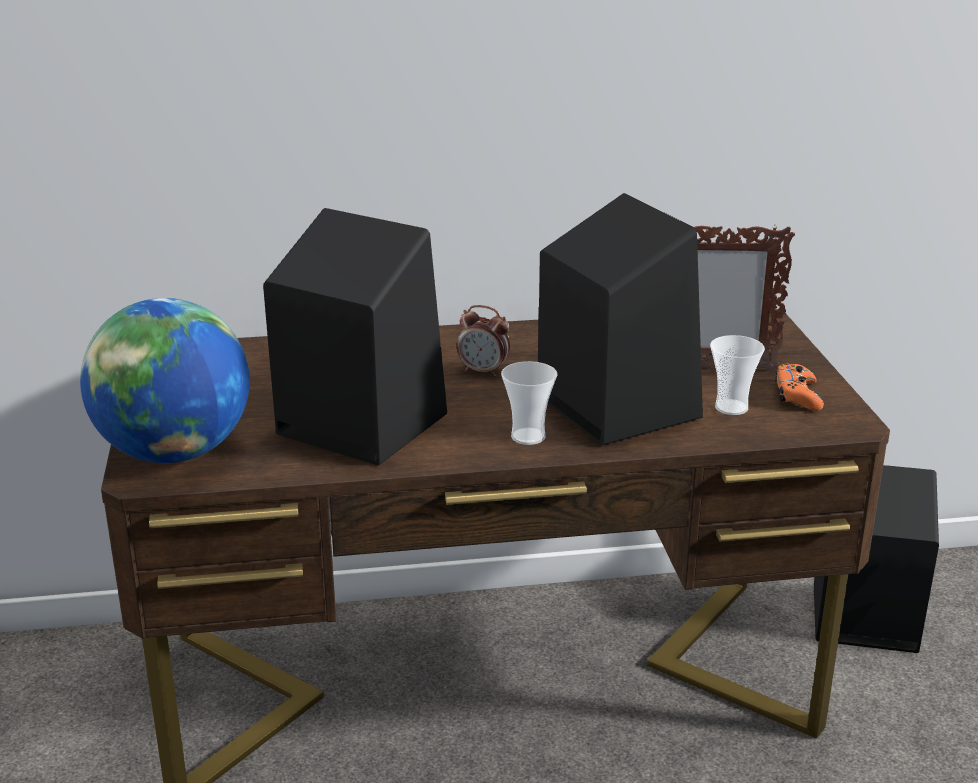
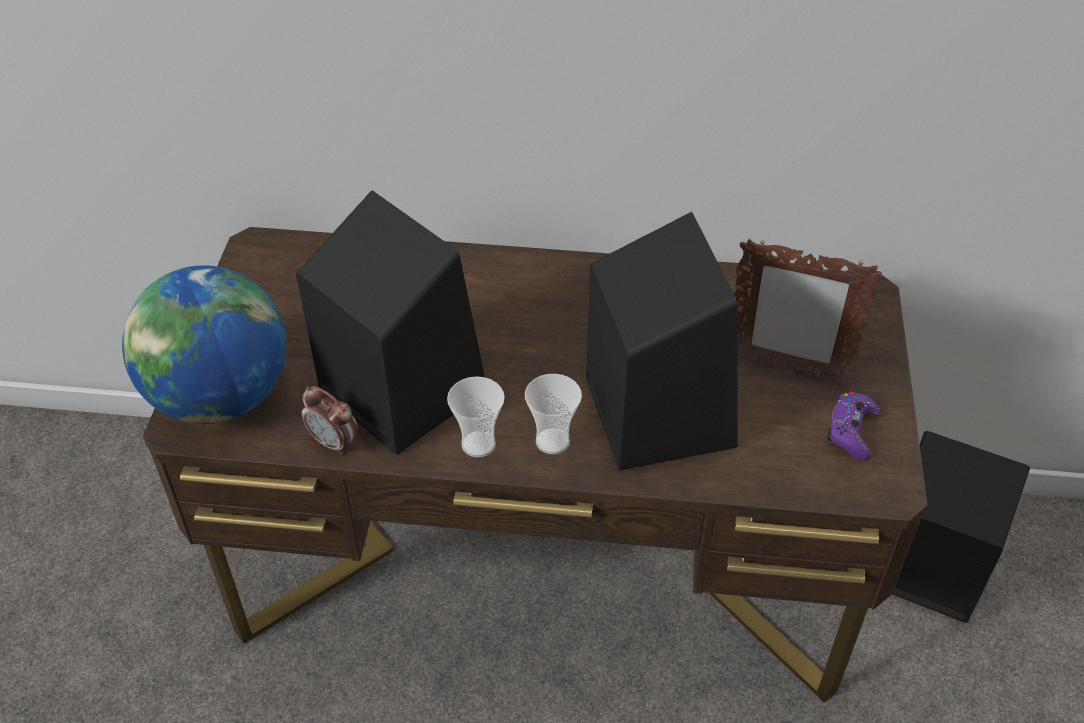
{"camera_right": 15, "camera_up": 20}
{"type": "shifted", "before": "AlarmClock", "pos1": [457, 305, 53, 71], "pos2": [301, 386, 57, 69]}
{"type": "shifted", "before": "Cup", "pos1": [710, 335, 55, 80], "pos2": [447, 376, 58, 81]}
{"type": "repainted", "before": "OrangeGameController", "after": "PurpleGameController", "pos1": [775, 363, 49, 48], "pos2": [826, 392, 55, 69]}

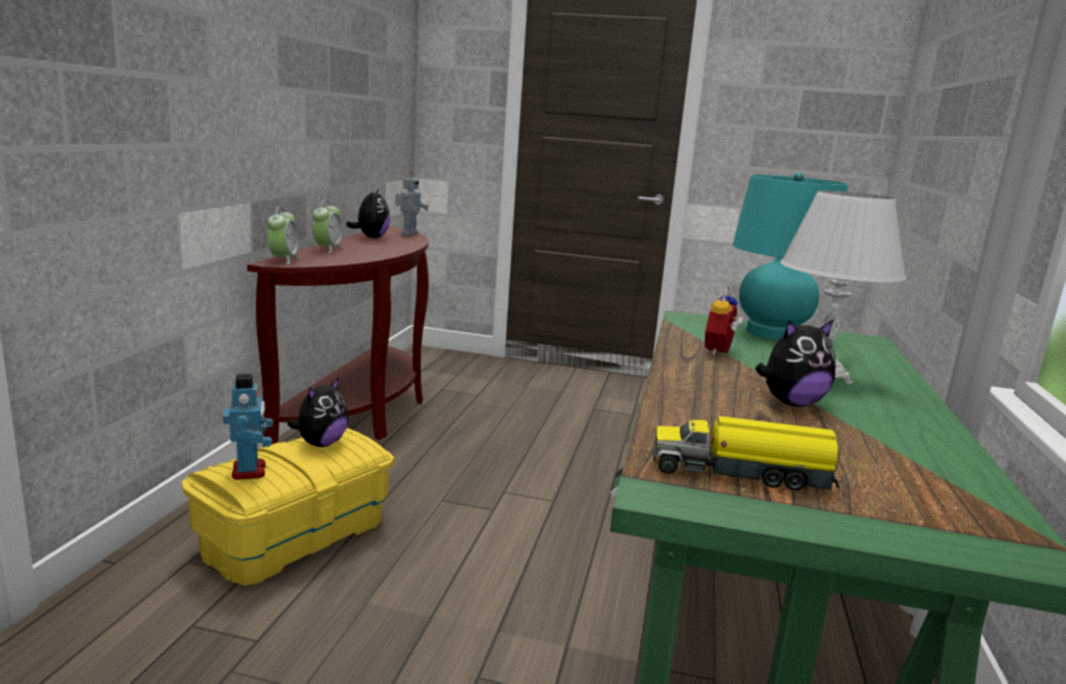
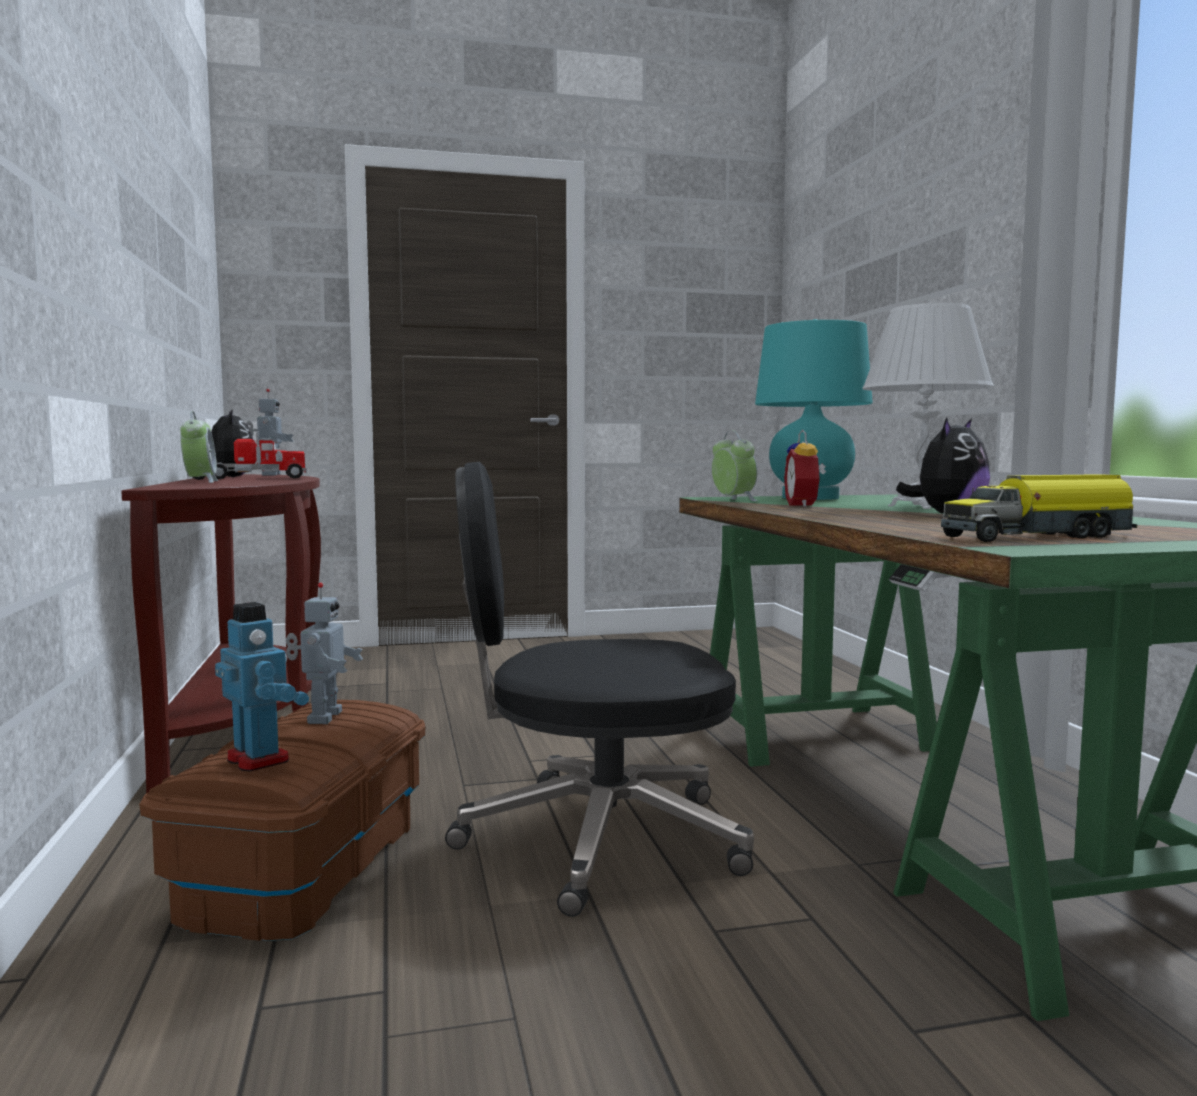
{"camera_right": -25, "camera_up": -10}
{"type": "new", "after": "ToyTruck", "pos2": [187, 430, 120, 50]}
{"type": "new", "after": "BlackOfficeChair", "pos2": [445, 462, 309, 455]}
{"type": "shifted", "before": "AlarmClock", "pos1": [267, 206, 32, 58], "pos2": [712, 431, 46, 70]}
{"type": "swapped", "before": "PlushToy", "after": "ToyRobot", "pos1": [287, 377, 62, 70], "pos2": [286, 582, 77, 142]}
{"type": "repainted", "before": "YellowStorageBox", "after": "BrownStorageBox", "pos1": [181, 428, 213, 158], "pos2": [139, 700, 287, 241]}

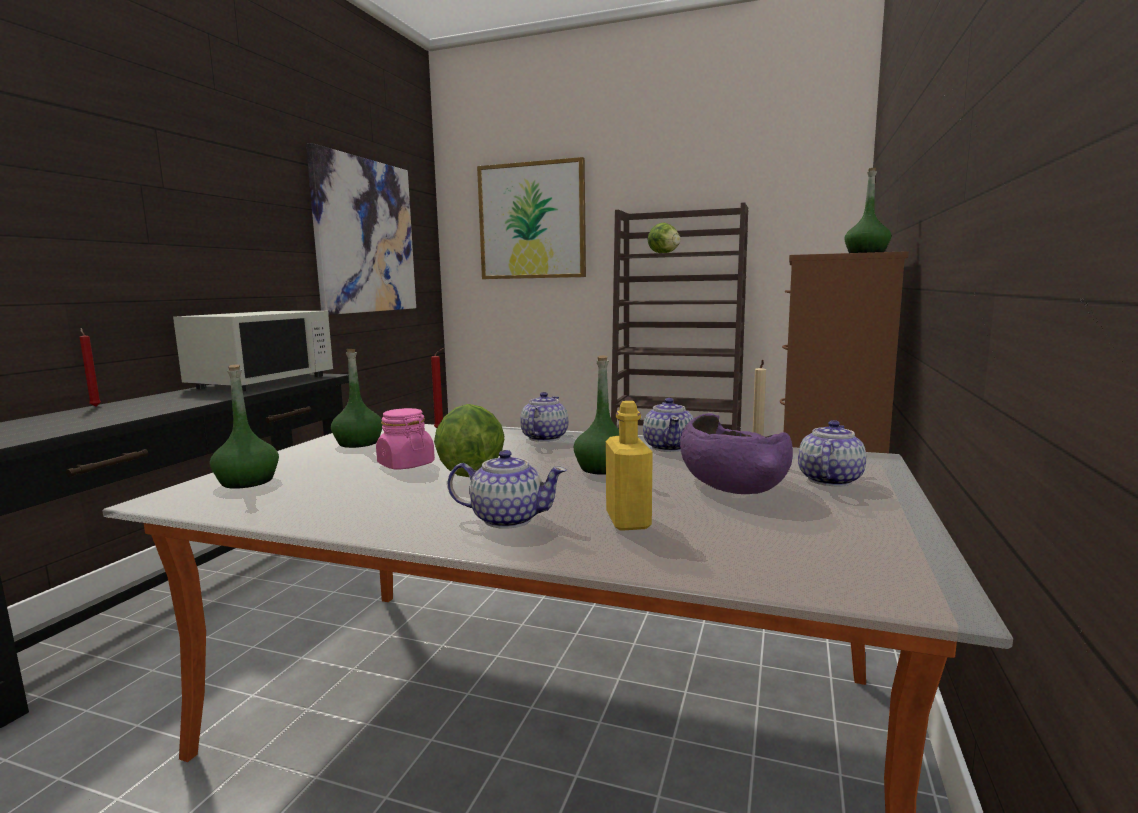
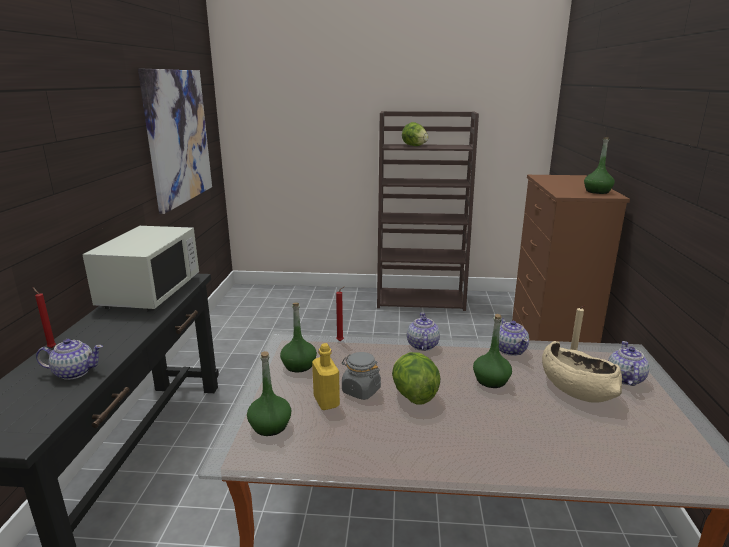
{"camera_right": -15, "camera_up": 10}
{"type": "gone", "before": "Picture", "pos1": [477, 157, 109, 122]}
{"type": "shifted", "before": "Teapot", "pos1": [448, 450, 119, 79], "pos2": [36, 339, 67, 41]}
{"type": "shifted", "before": "YellowBottle", "pos1": [606, 401, 47, 130], "pos2": [312, 343, 28, 67]}
{"type": "repainted", "before": "PinkJar", "after": "GreyJar", "pos1": [376, 408, 59, 62], "pos2": [342, 352, 39, 48]}
{"type": "repainted", "before": "PurpleBowl", "after": "BeigeBowl", "pos1": [680, 413, 113, 81], "pos2": [542, 341, 80, 62]}

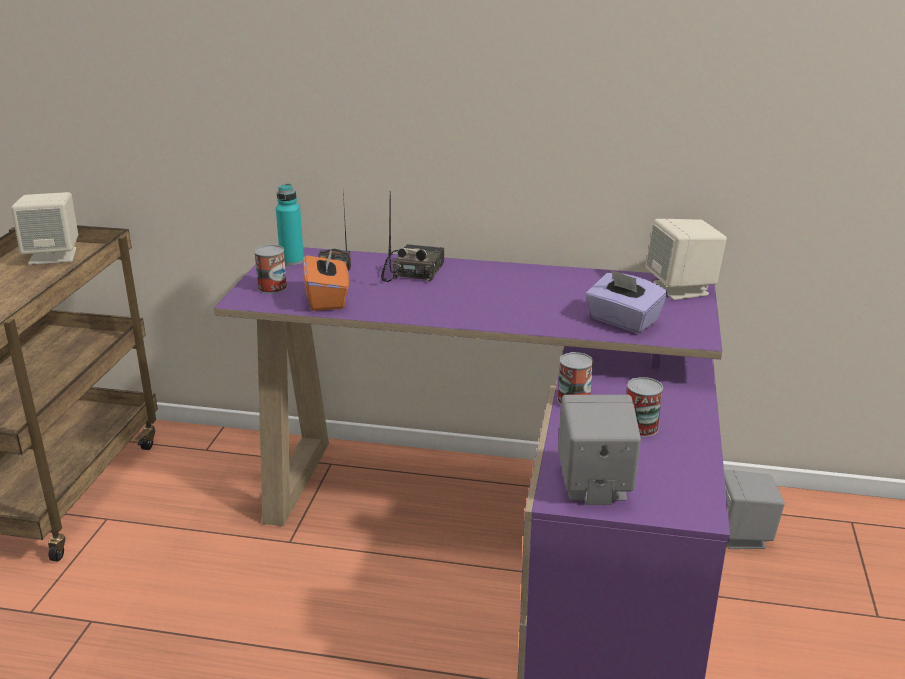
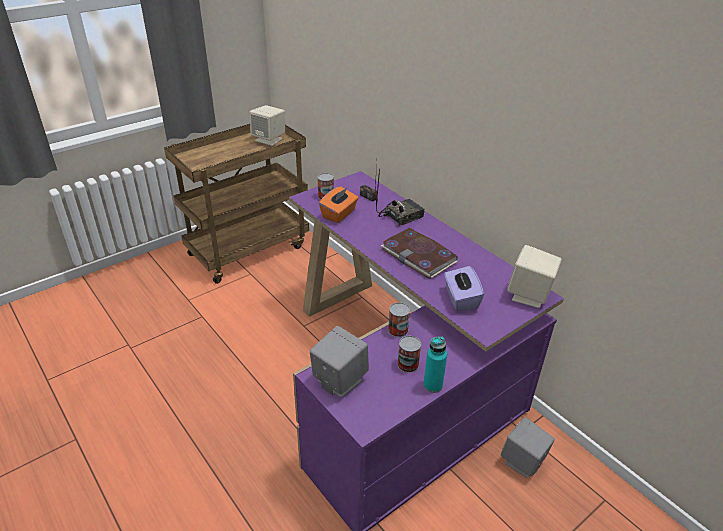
{"camera_right": 40, "camera_up": 10}
{"type": "new", "after": "Book", "pos2": [381, 228, 77, 51]}
{"type": "shifted", "before": "TurquoiseBottle", "pos1": [276, 183, 28, 83], "pos2": [423, 336, 24, 57]}

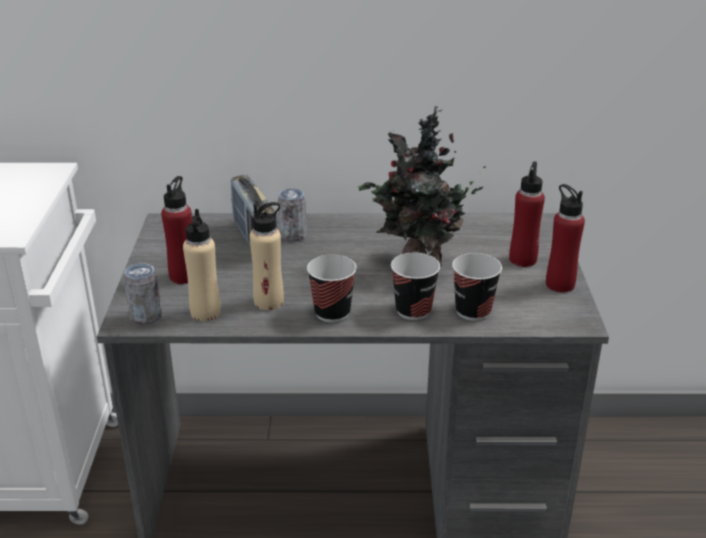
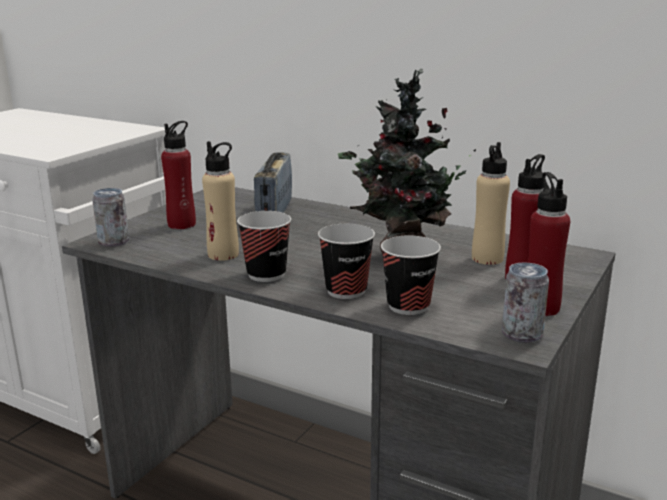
{"camera_right": 30, "camera_up": -10}
{"type": "shifted", "before": "BeigeBottle", "pos1": [183, 209, 38, 112], "pos2": [472, 142, 38, 123]}
{"type": "shifted", "before": "Can", "pos1": [278, 188, 29, 54], "pos2": [502, 262, 47, 81]}

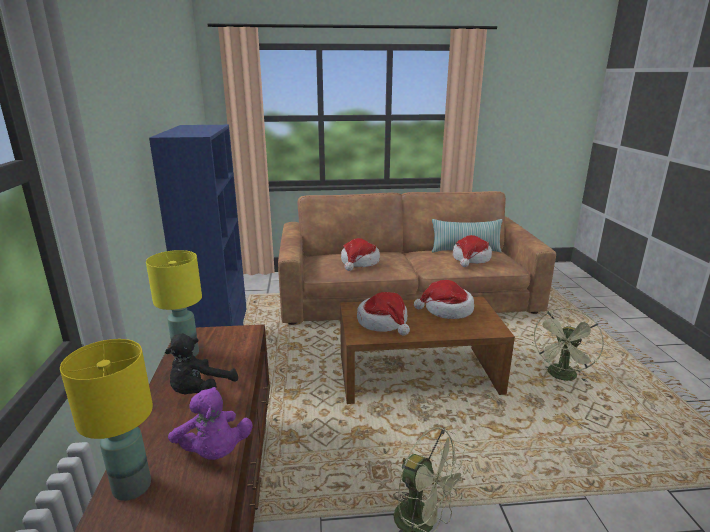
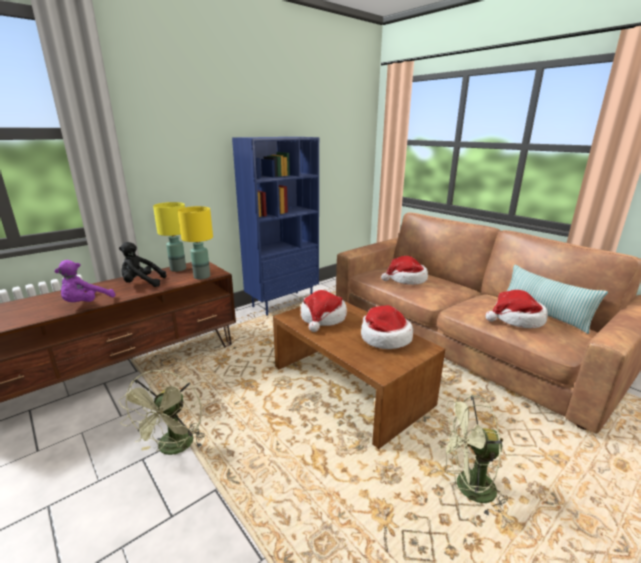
{"camera_right": 55, "camera_up": 0}
{"type": "shifted", "before": "YellowTableLamp", "pos1": [60, 339, 93, 162], "pos2": [178, 206, 35, 74]}

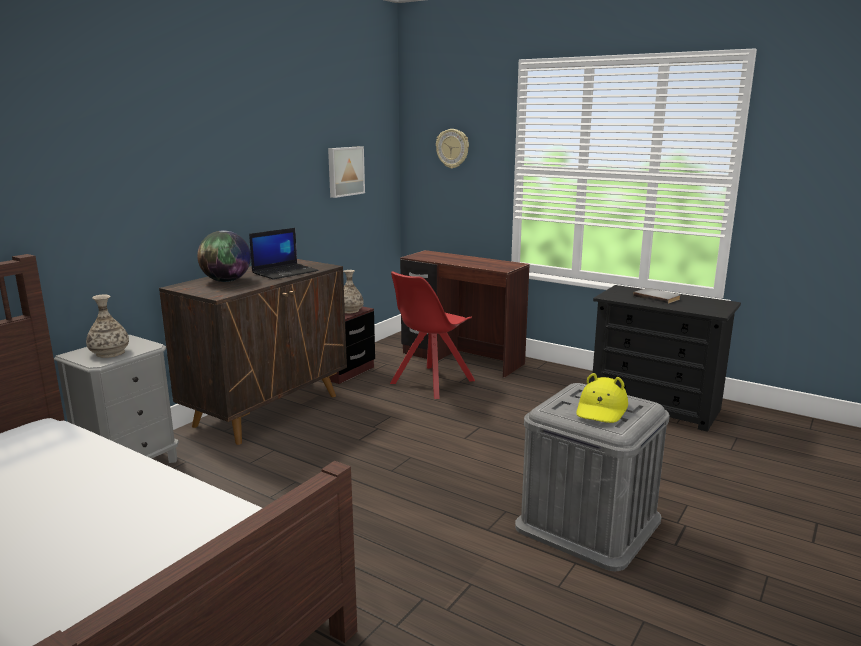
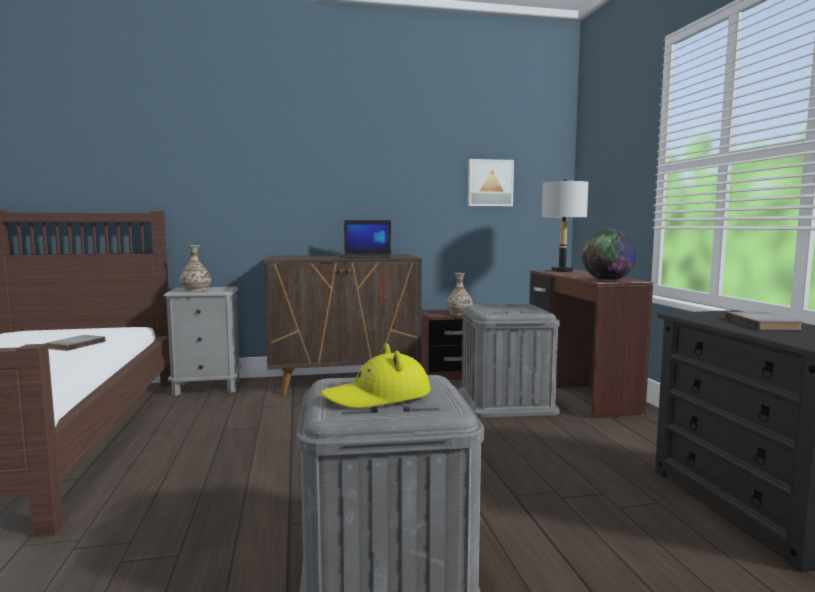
{"camera_right": 45, "camera_up": -10}
{"type": "gone", "before": "WallClock", "pos1": [436, 129, 33, 40]}
{"type": "new", "after": "GreyBook", "pos2": [46, 335, 60, 16]}
{"type": "new", "after": "GreyTableLamp", "pos2": [542, 179, 46, 93]}
{"type": "shifted", "before": "Globe", "pos1": [197, 230, 54, 52], "pos2": [582, 229, 55, 52]}
{"type": "swapped", "before": "RedChair", "after": "GreyStorageBox", "pos1": [390, 271, 85, 128], "pos2": [458, 304, 102, 113]}

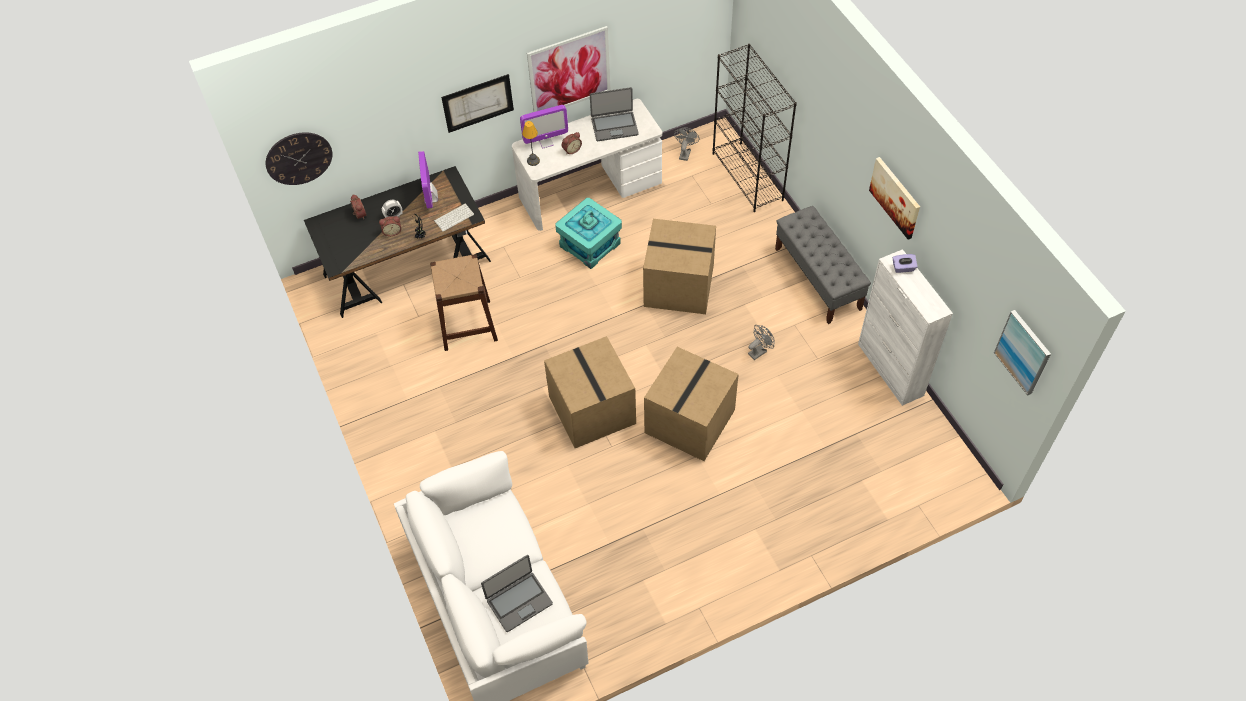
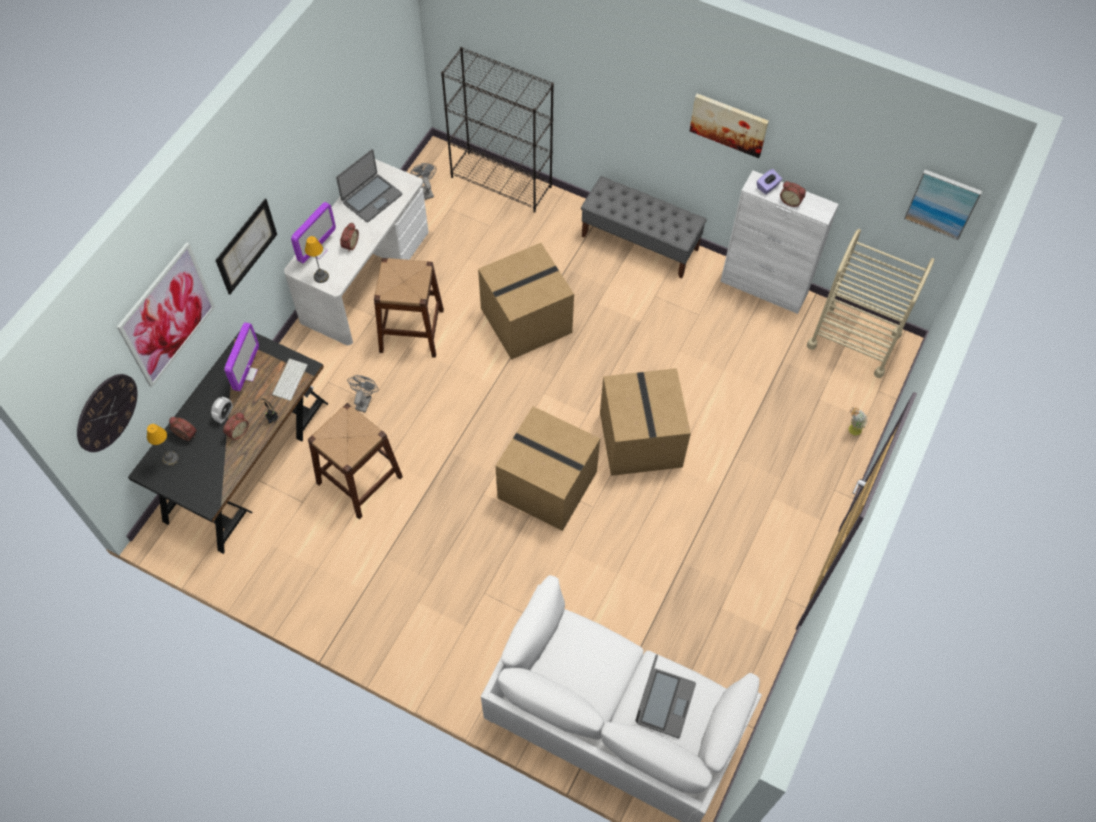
{"camera_right": -40, "camera_up": 5}
{"type": "new", "after": "TableLamp", "pos2": [147, 424, 32, 43]}
{"type": "new", "after": "AlarmClock", "pos2": [780, 181, 26, 26]}
{"type": "new", "after": "BeigeCart", "pos2": [807, 229, 127, 149]}
{"type": "new", "after": "PottedPlant", "pos2": [849, 406, 18, 30]}
{"type": "shifted", "before": "Picture", "pos1": [527, 26, 84, 86], "pos2": [117, 242, 98, 145]}
{"type": "shifted", "before": "GreyFan", "pos1": [748, 325, 27, 35], "pos2": [347, 375, 32, 37]}
{"type": "swapped", "before": "TurquoiseStorageBox", "after": "BrownStool", "pos1": [555, 198, 67, 71], "pos2": [374, 258, 70, 100]}
{"type": "rotated", "before": "Monitor", "pos1": [418, 151, 20, 58], "pos2": [224, 322, 35, 69], "turn": -120}

